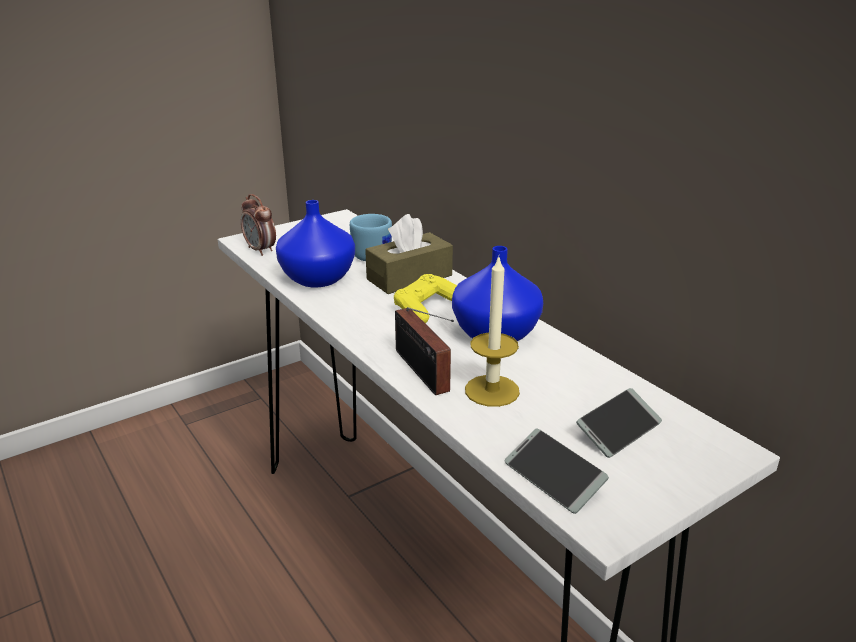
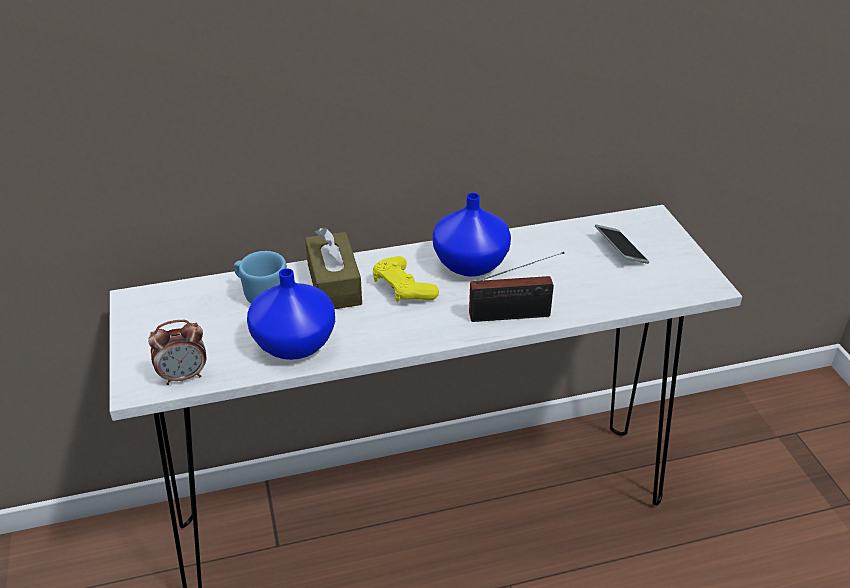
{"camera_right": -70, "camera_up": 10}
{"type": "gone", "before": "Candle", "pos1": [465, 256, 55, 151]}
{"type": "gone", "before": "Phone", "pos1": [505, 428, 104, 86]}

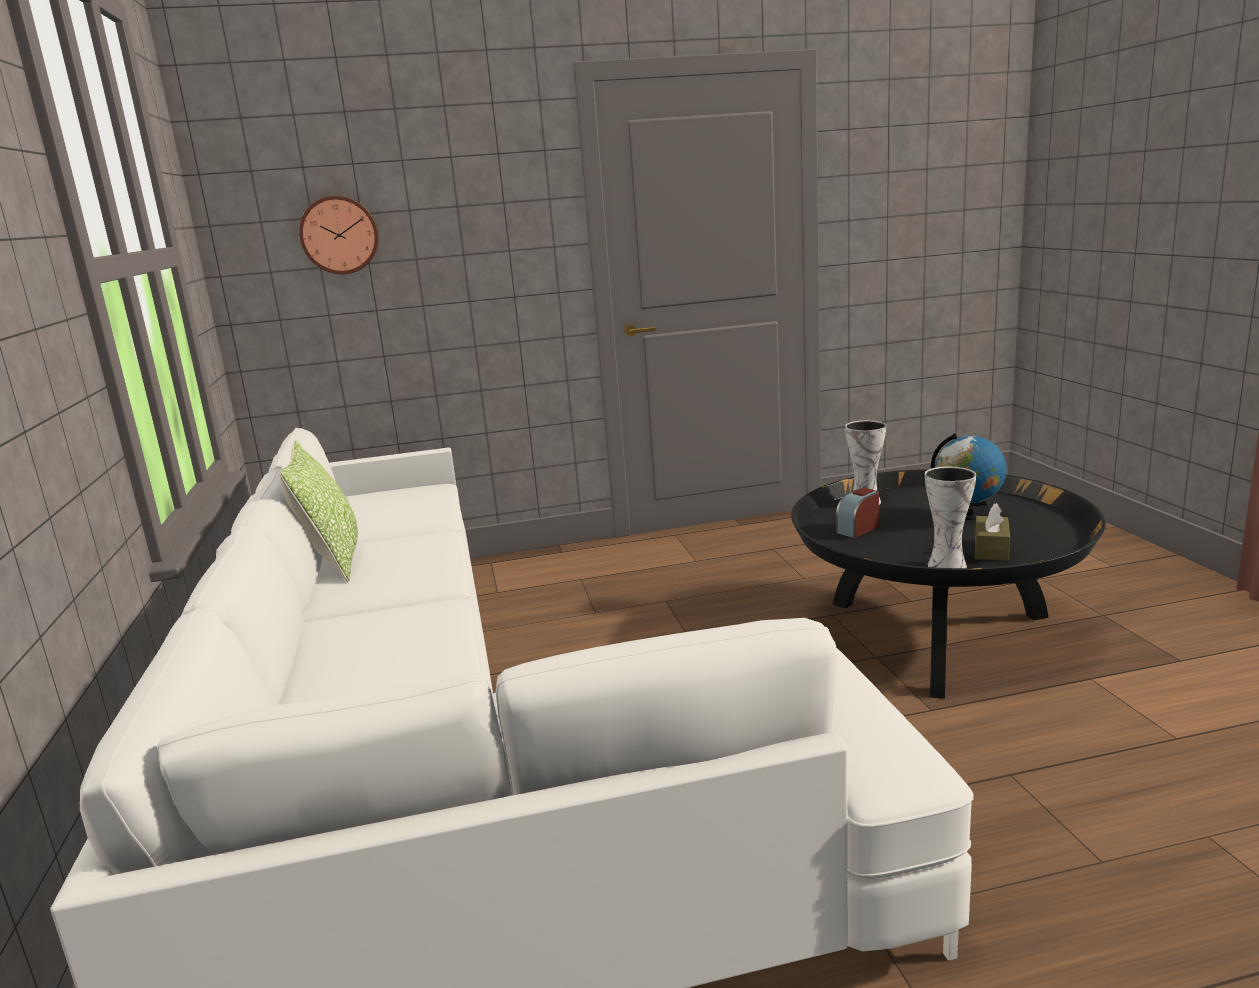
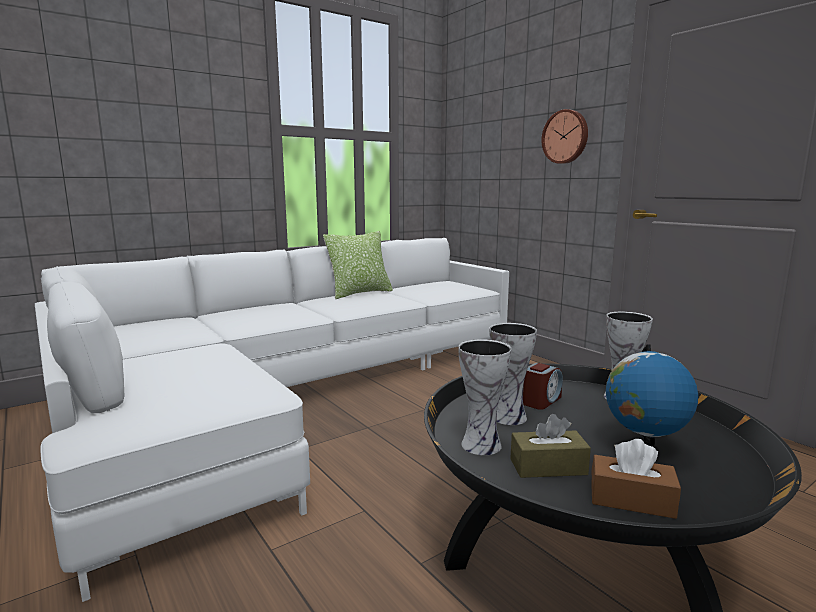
{"camera_right": 65, "camera_up": -5}
{"type": "new", "after": "Vase", "pos2": [489, 323, 48, 102]}
{"type": "new", "after": "BrownTissueBox", "pos2": [591, 439, 90, 80]}
{"type": "shifted", "before": "WallClock", "pos1": [299, 196, 80, 78], "pos2": [541, 109, 47, 55]}
{"type": "rotated", "before": "AlarmClock", "pos1": [836, 488, 43, 50], "pos2": [523, 363, 40, 47], "turn": 105}

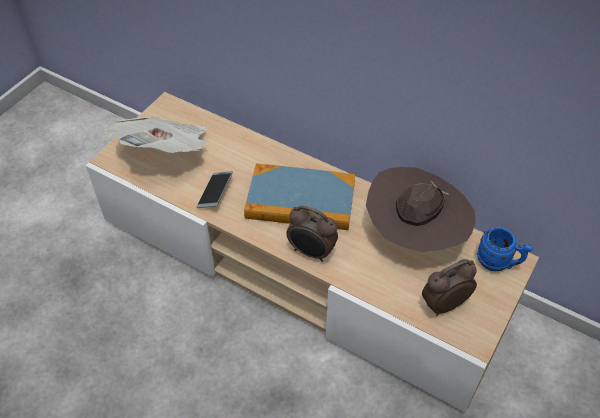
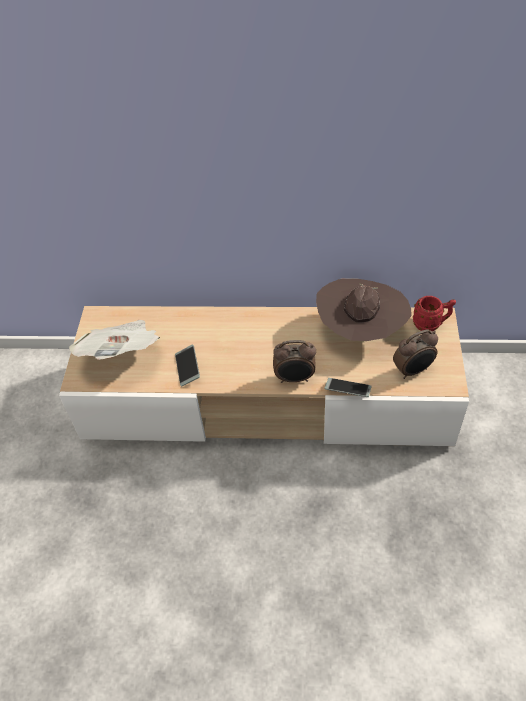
{"camera_right": -25, "camera_up": 0}
{"type": "gone", "before": "Book", "pos1": [244, 164, 111, 66]}
{"type": "new", "after": "Phone", "pos2": [324, 378, 48, 19]}
{"type": "repainted", "before": "BlueMug", "after": "RedMug", "pos1": [477, 227, 56, 44], "pos2": [413, 296, 43, 35]}
{"type": "rotated", "before": "AlarmClock", "pos1": [422, 259, 55, 57], "pos2": [393, 329, 45, 50], "turn": -150}

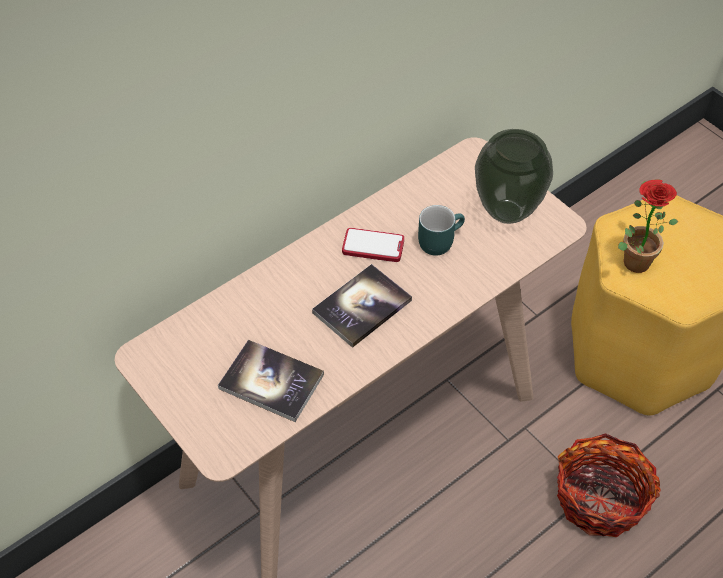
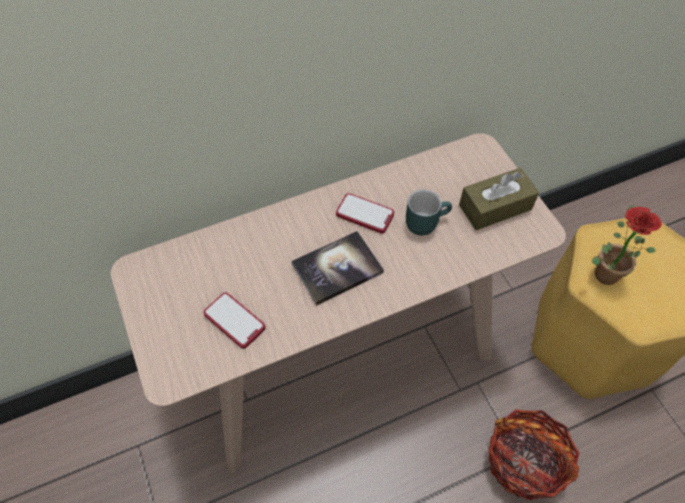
{"camera_right": 15, "camera_up": 5}
{"type": "swapped", "before": "Book", "after": "Phone", "pos1": [218, 340, 106, 82], "pos2": [204, 292, 61, 57]}
{"type": "swapped", "before": "Vase", "after": "BrownTissueBox", "pos1": [475, 129, 78, 95], "pos2": [459, 168, 80, 62]}

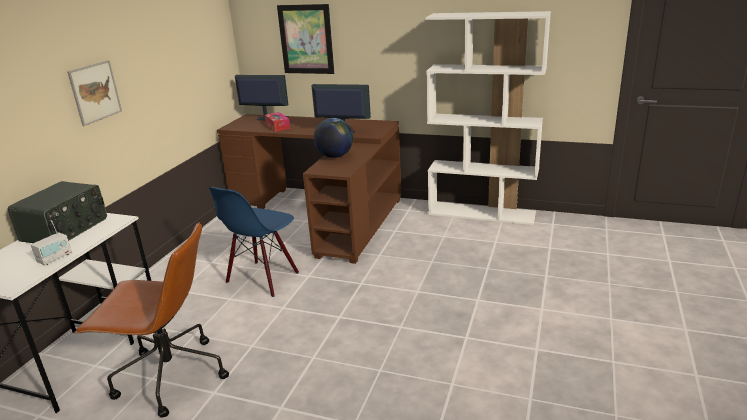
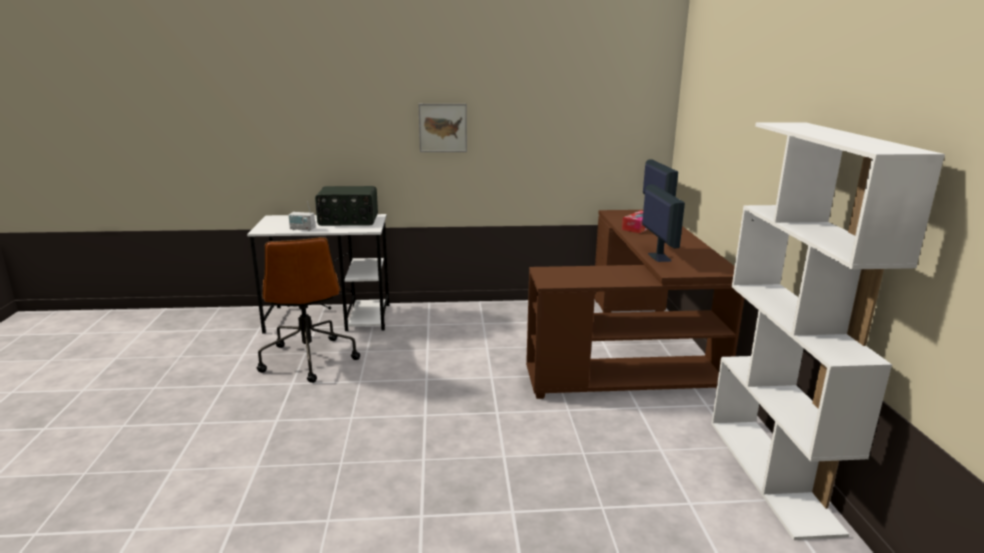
{"camera_right": 65, "camera_up": -5}
{"type": "gone", "before": "BlueChair", "pos1": [209, 187, 90, 110]}
{"type": "gone", "before": "Picture", "pos1": [277, 4, 57, 70]}
{"type": "gone", "before": "Globe", "pos1": [313, 118, 40, 40]}

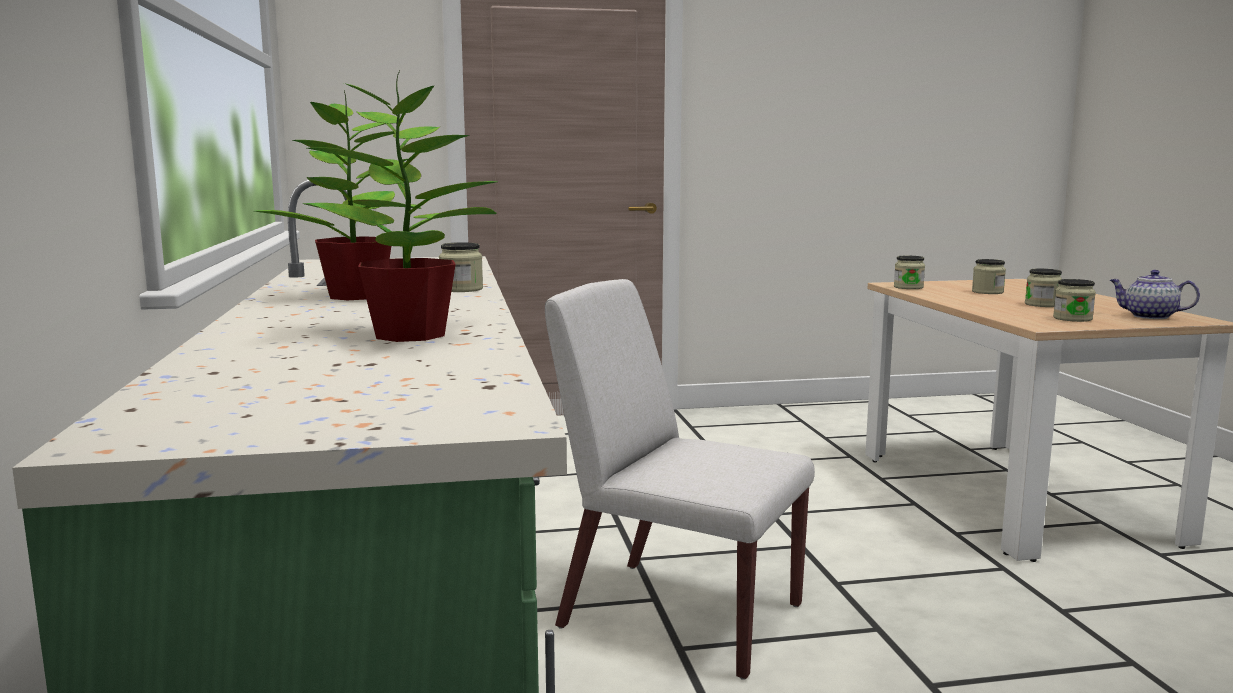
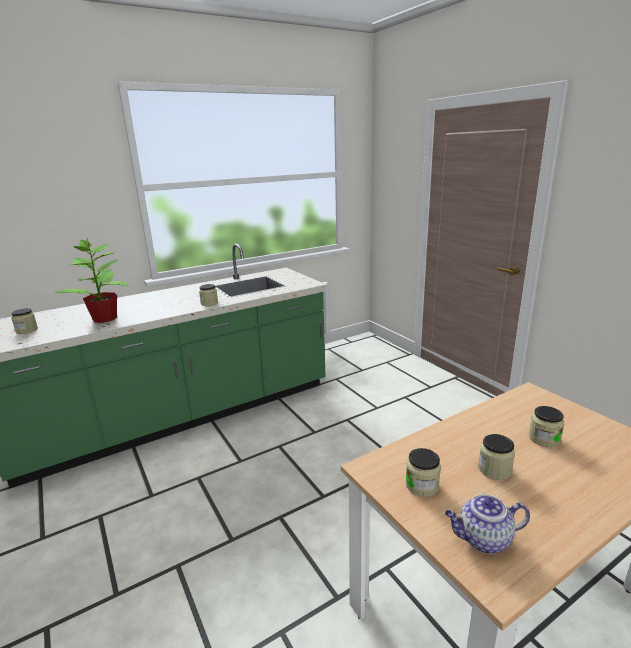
{"camera_right": 70, "camera_up": 10}
{"type": "gone", "before": "PottedPlant", "pos1": [255, 90, 166, 210]}
{"type": "gone", "before": "WhiteChair", "pos1": [545, 279, 270, 401]}
{"type": "shifted", "before": "Jar", "pos1": [894, 256, 31, 33], "pos2": [11, 308, 27, 26]}
{"type": "rotated", "before": "Teapot", "pos1": [1110, 270, 90, 49], "pos2": [445, 494, 85, 60], "turn": -105}

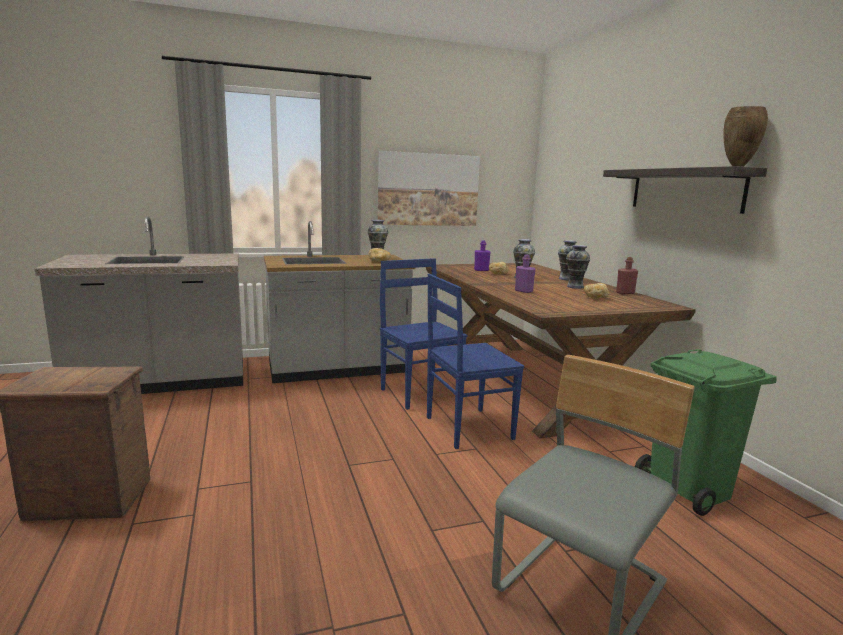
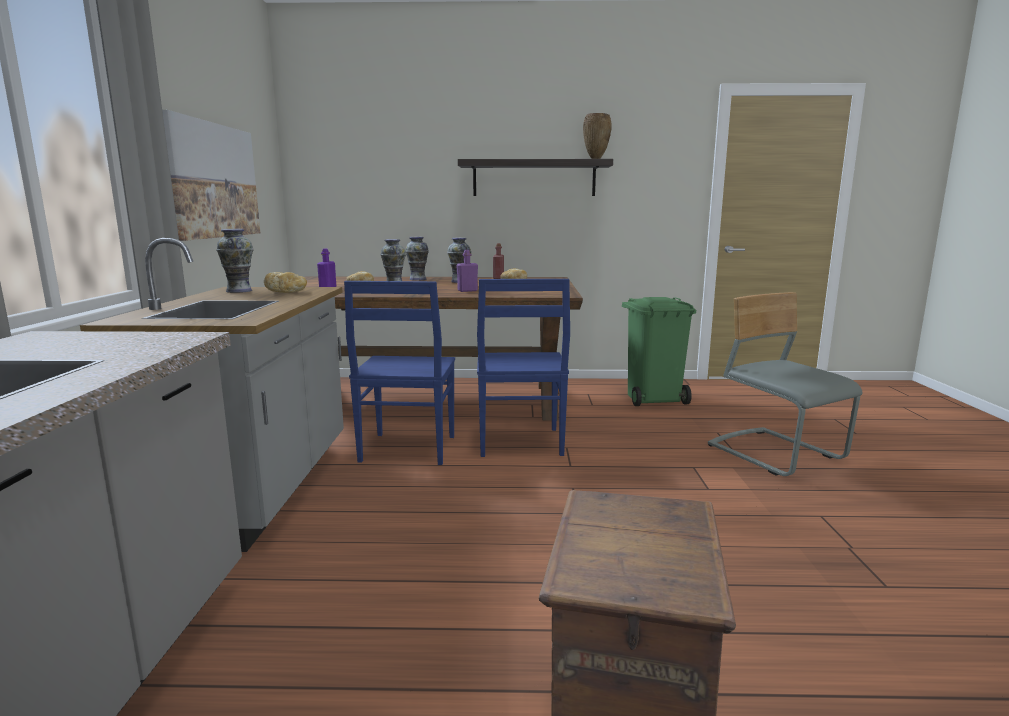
{"camera_right": -70, "camera_up": 0}
{"type": "rotated", "before": "BlueChair", "pos1": [380, 258, 87, 152], "pos2": [344, 281, 111, 184], "turn": -75}

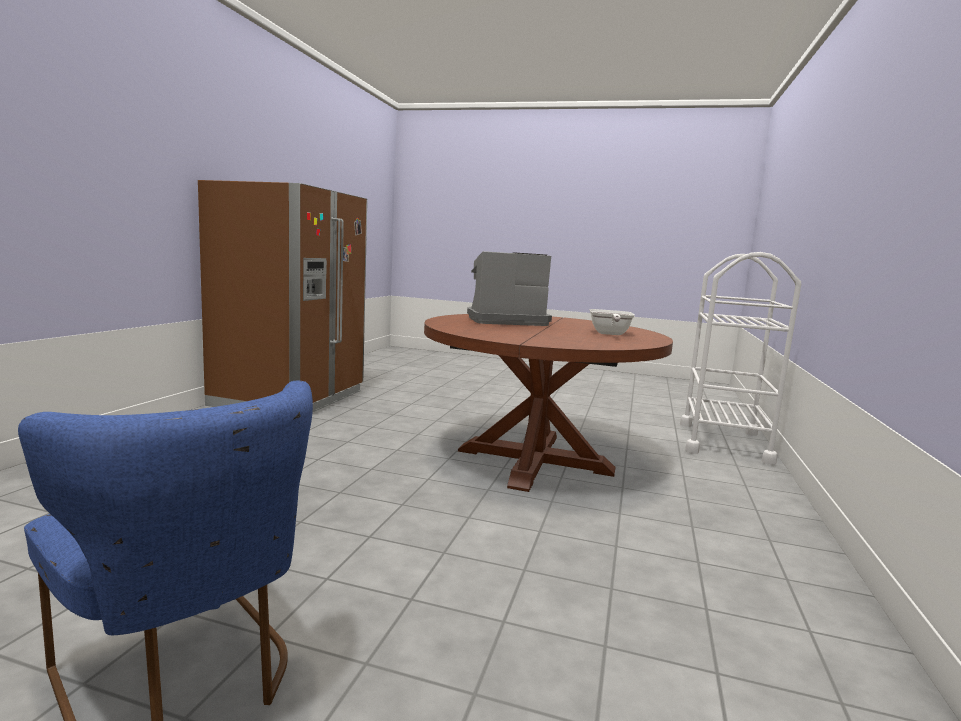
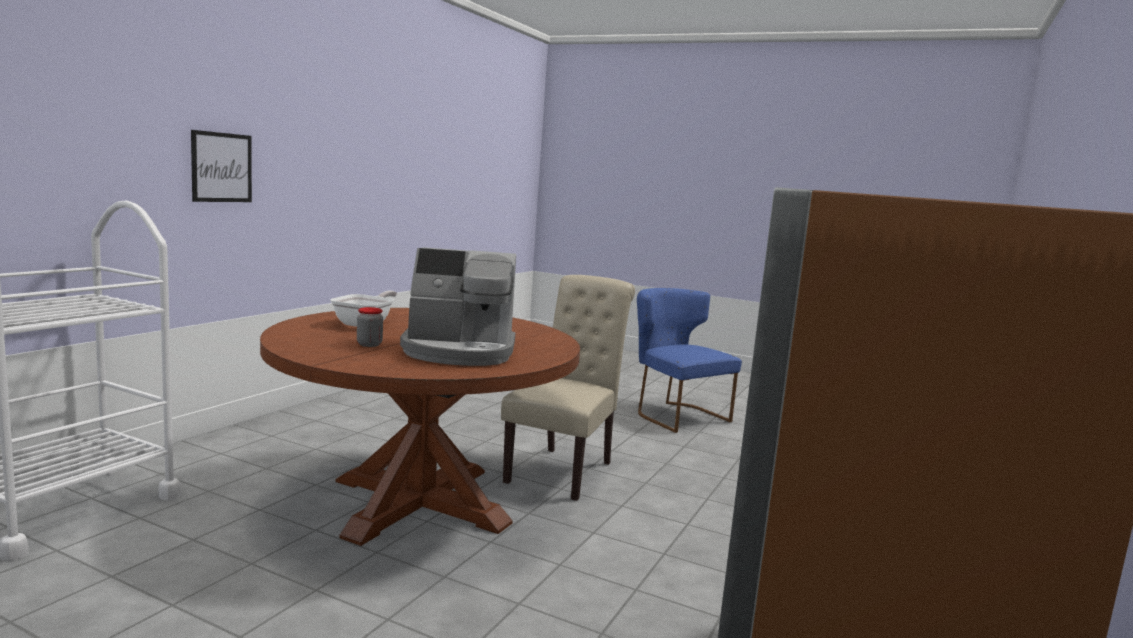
{"camera_right": -170, "camera_up": 0}
{"type": "new", "after": "Picture", "pos2": [191, 130, 61, 72]}
{"type": "new", "after": "Jar", "pos2": [357, 307, 26, 40]}
{"type": "new", "after": "BeigeChair", "pos2": [501, 275, 134, 226]}

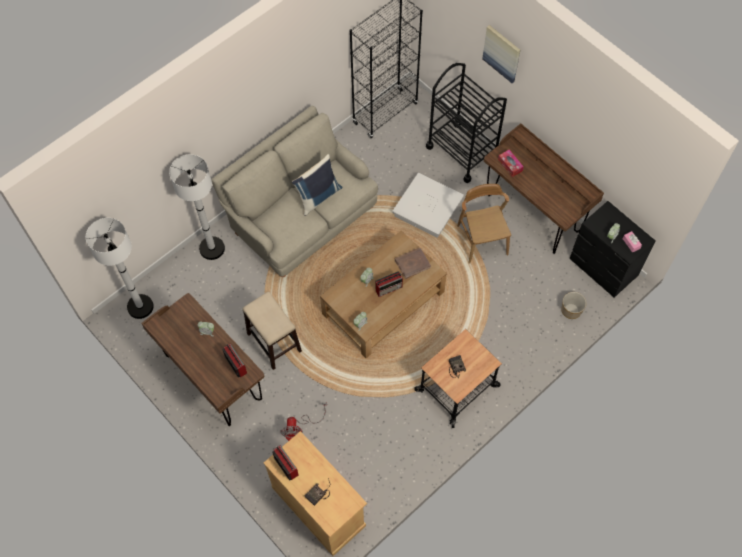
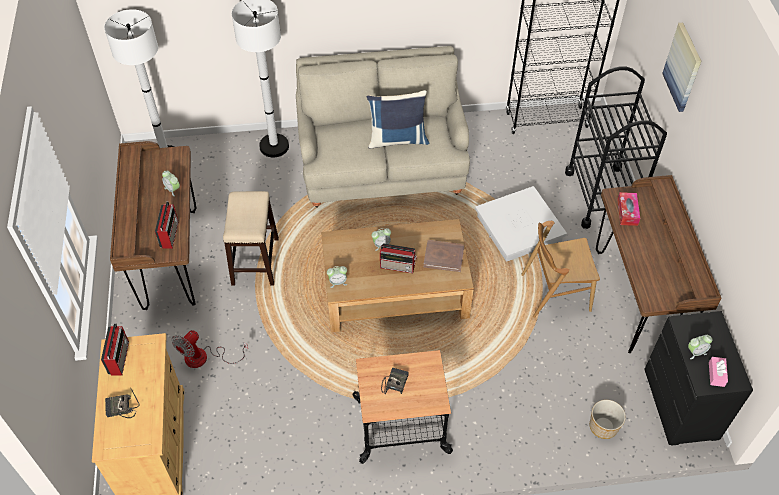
{"camera_right": 35, "camera_up": -10}
{"type": "rotated", "before": "BrownChair", "pos1": [457, 184, 54, 80], "pos2": [521, 221, 79, 97], "turn": -120}

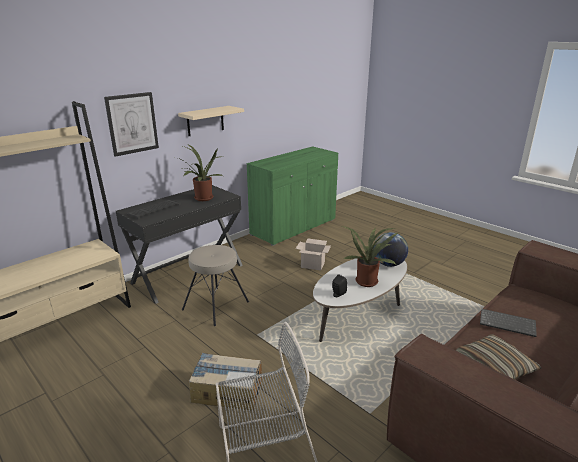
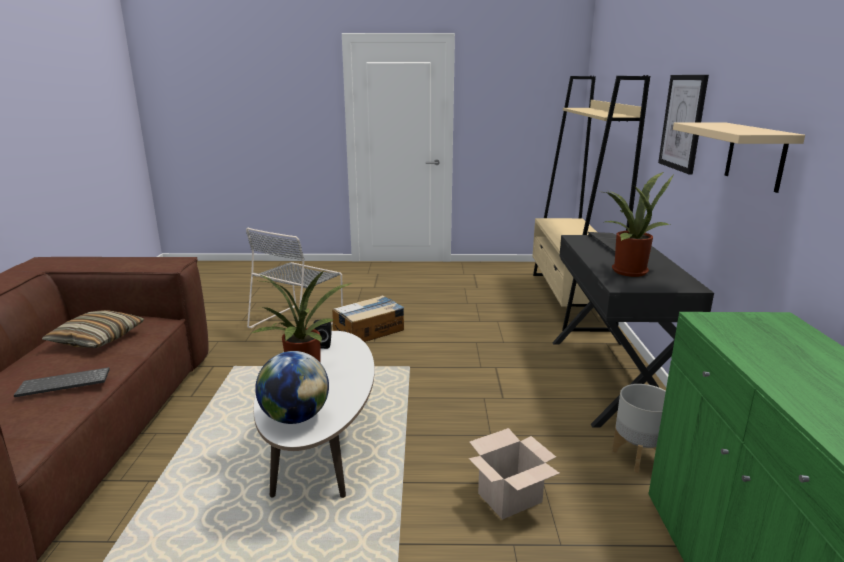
{"camera_right": 135, "camera_up": -5}
{"type": "gone", "before": "BeigeStool", "pos1": [182, 245, 67, 81]}
{"type": "new", "after": "GreyPlanter", "pos2": [612, 384, 54, 89]}

